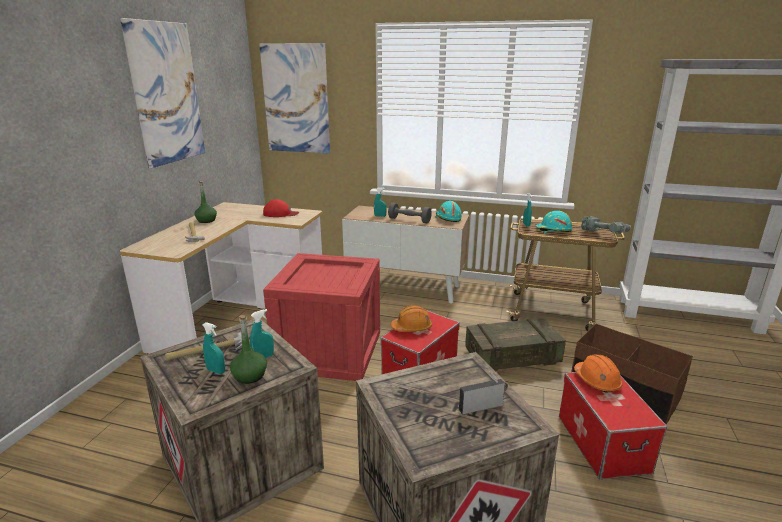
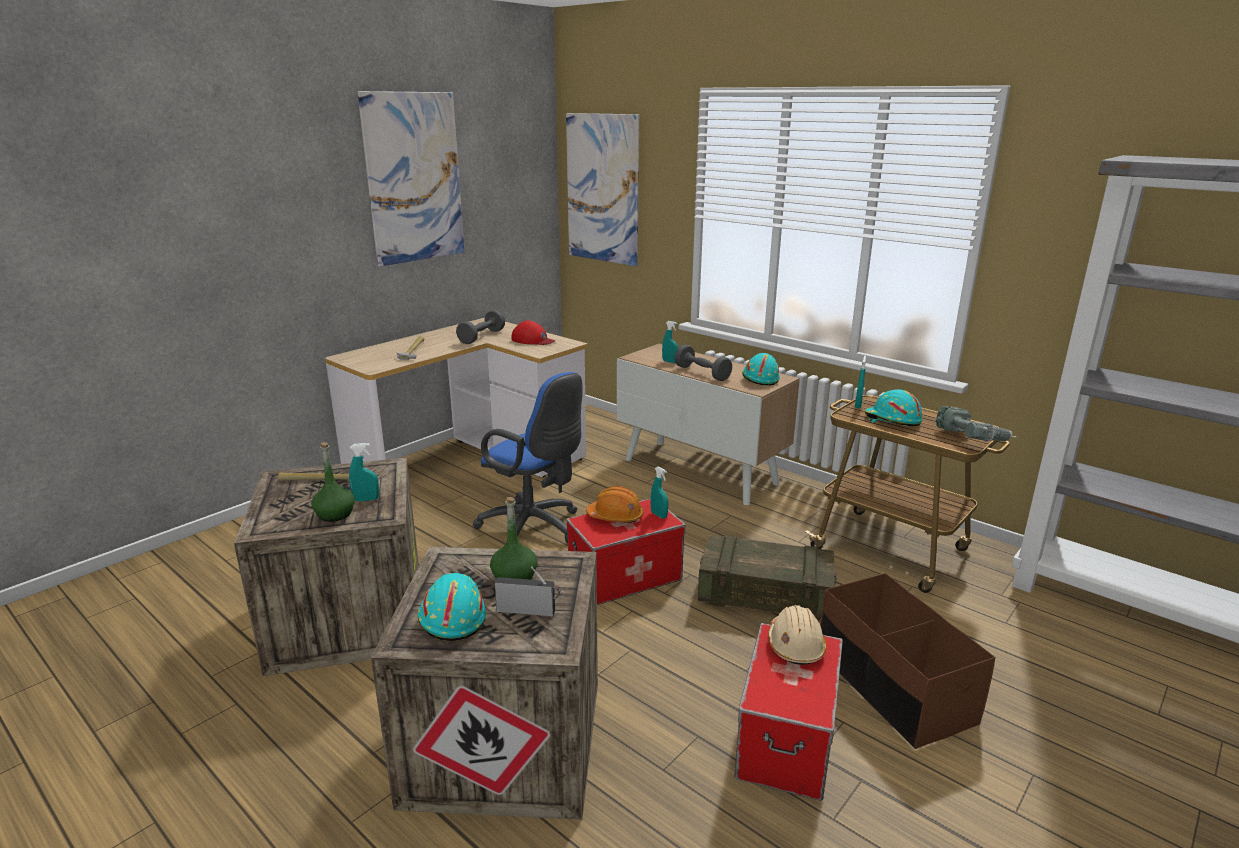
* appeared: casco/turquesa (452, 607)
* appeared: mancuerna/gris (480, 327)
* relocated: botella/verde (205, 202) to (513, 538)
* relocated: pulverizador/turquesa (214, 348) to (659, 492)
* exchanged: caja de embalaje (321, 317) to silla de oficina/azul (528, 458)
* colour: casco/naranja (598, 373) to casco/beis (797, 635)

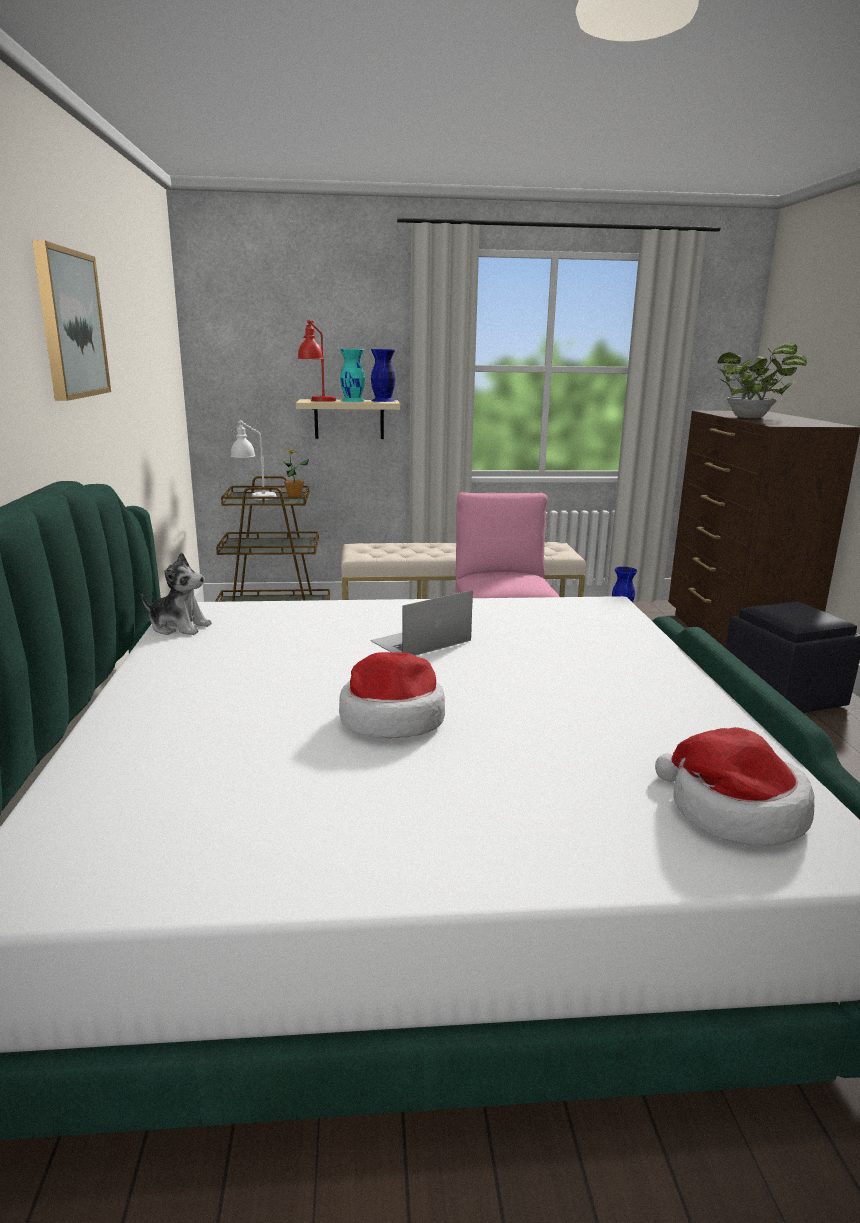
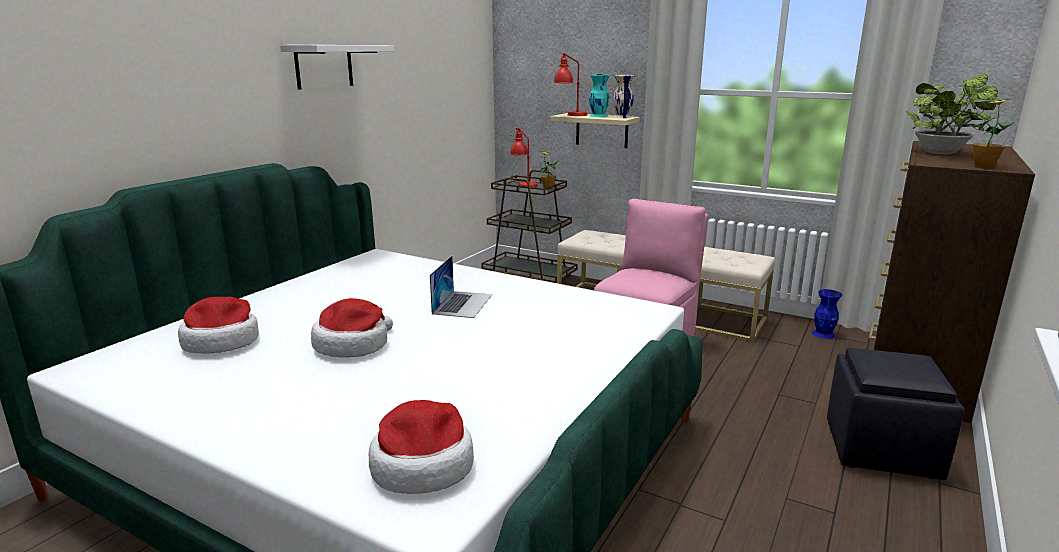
* missing: peluche (177, 593)
* appeared: sombrero (218, 325)
* appeared: planta en maceta (992, 134)
* exchanged: cuadro (71, 320) to estante/blanco (337, 67)
* colour: lámpara de mesa/blanco (253, 460) to lámpara de mesa/rojo (524, 157)
* colour: florero/azul (383, 375) to florero/beis (623, 96)
* spun: portátil (421, 623) = (461, 287) 105 degrees clockwise

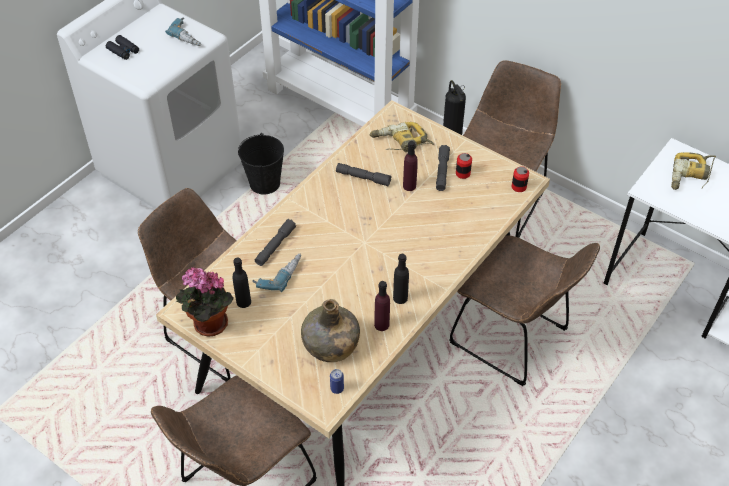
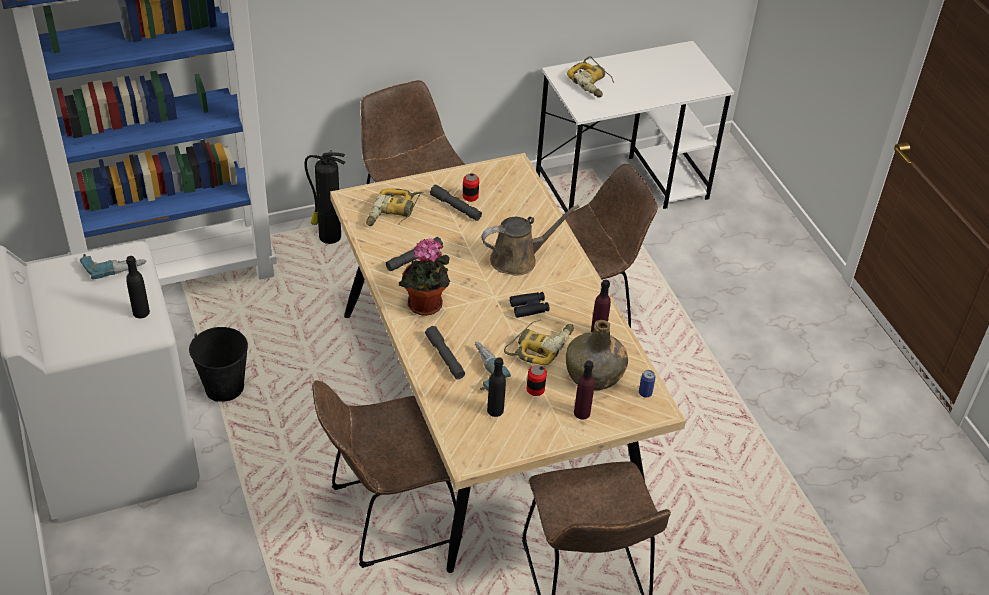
* appeared: regadera/marrón (530, 240)
* appeared: taladro (539, 342)
* relocated: prismáticos/negro (122, 47) to (530, 305)
* relocated: planta en maceta (205, 302) to (424, 277)
* relocated: botella/negro (401, 279) to (138, 287)
* relocated: botella/morado (410, 166) to (584, 390)
* relocated: lata (520, 179) to (537, 380)

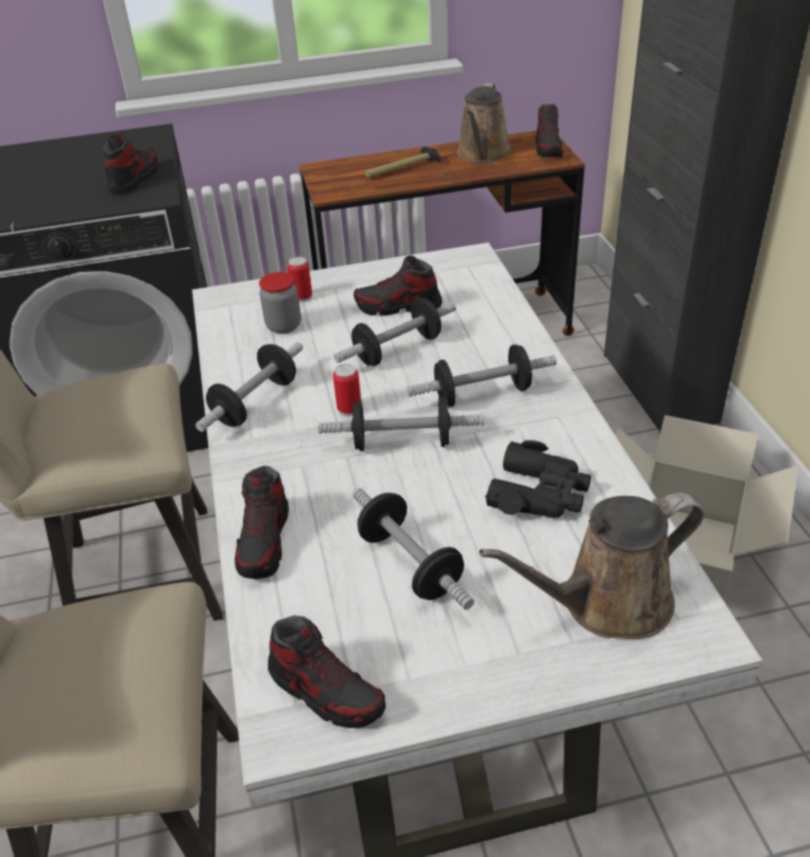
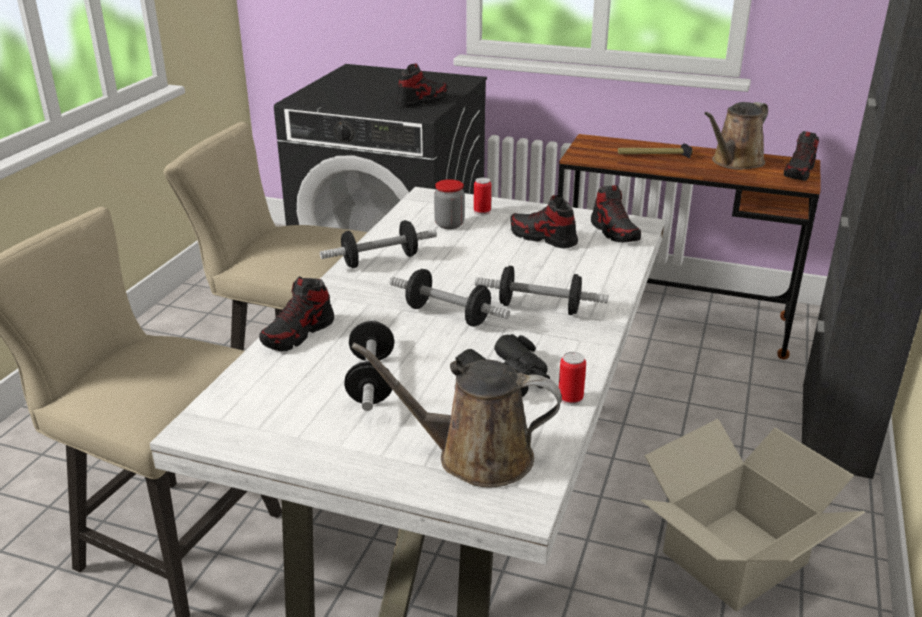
* missing: mancuerna (395, 332)
* relocated: zapato (327, 671) to (616, 213)
* relocated: lata (347, 390) to (572, 379)

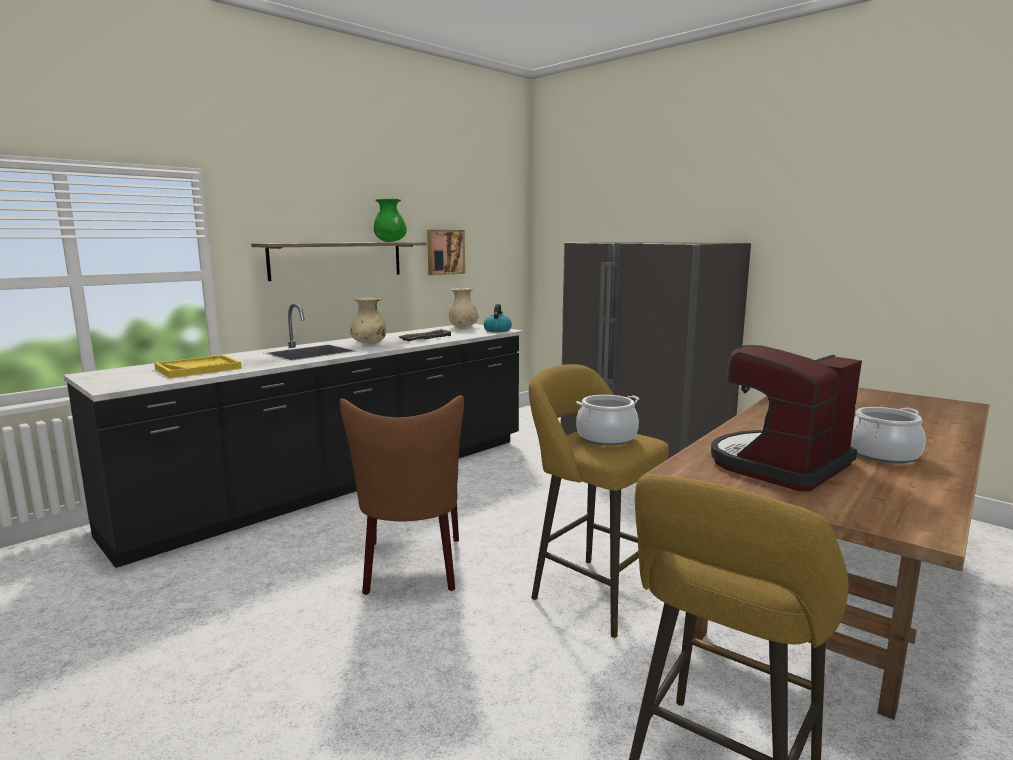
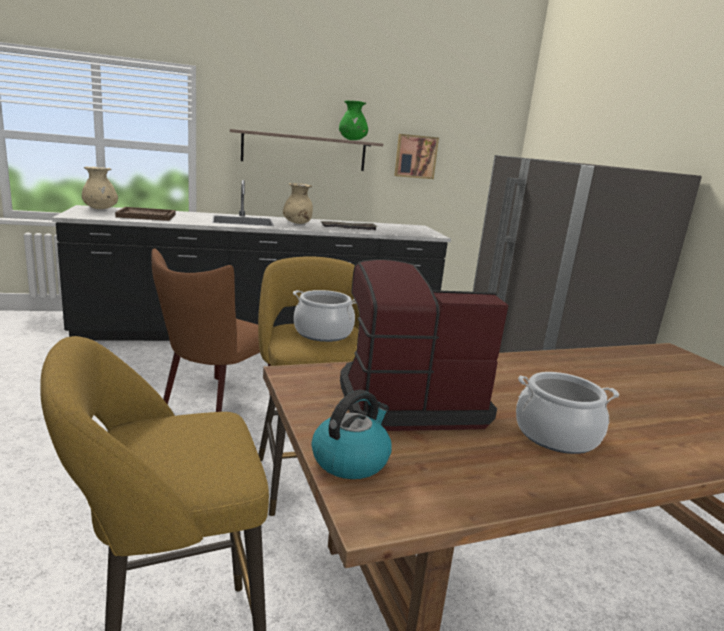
* relocated: florero/beis (464, 308) to (100, 187)
* relocated: hervidor (498, 318) to (351, 434)
* colour: bandeja/amarillo (198, 366) to bandeja/marrón (145, 214)

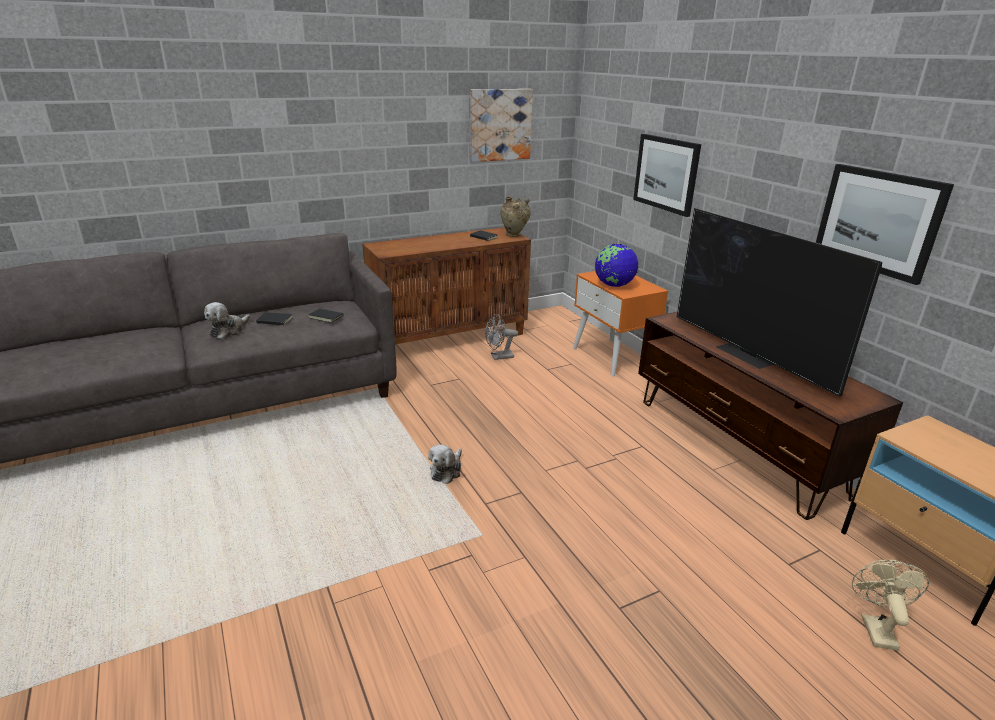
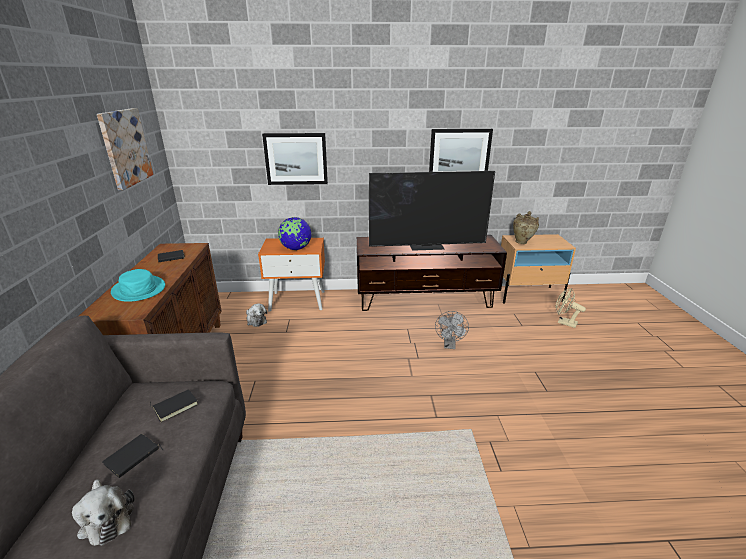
* appeared: sombrero/turquesa (138, 285)
* relocated: peluche (445, 464) to (256, 315)
* relocated: ventilador/gris (501, 337) to (452, 330)
* relocated: florero/beis (516, 216) to (526, 227)

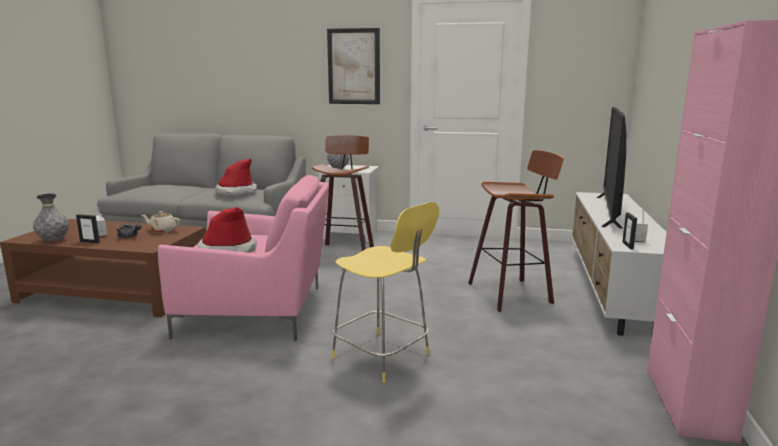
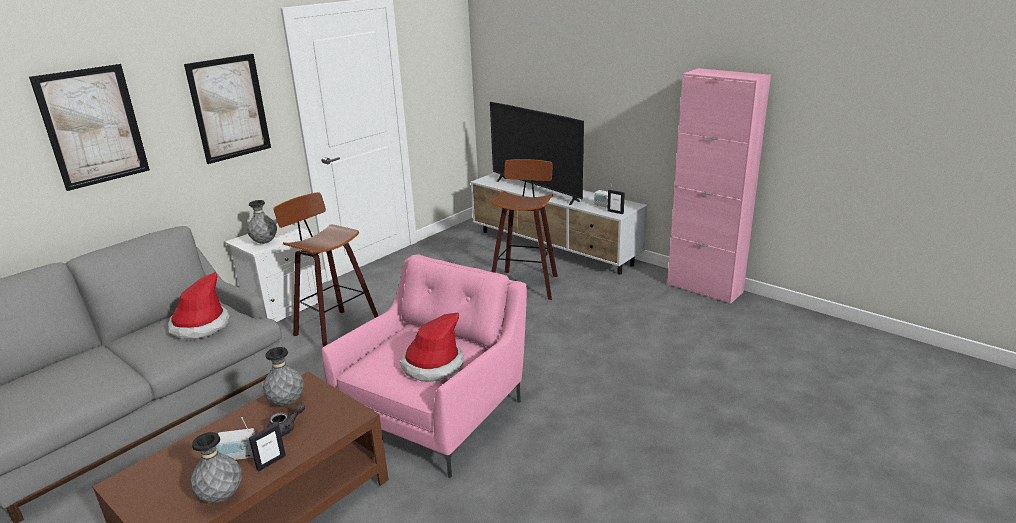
* missing: taburete/amarillo (385, 292)
* appeared: cuadro (89, 127)
* exchanged: tetera/beis (161, 222) to florero/gris (283, 376)

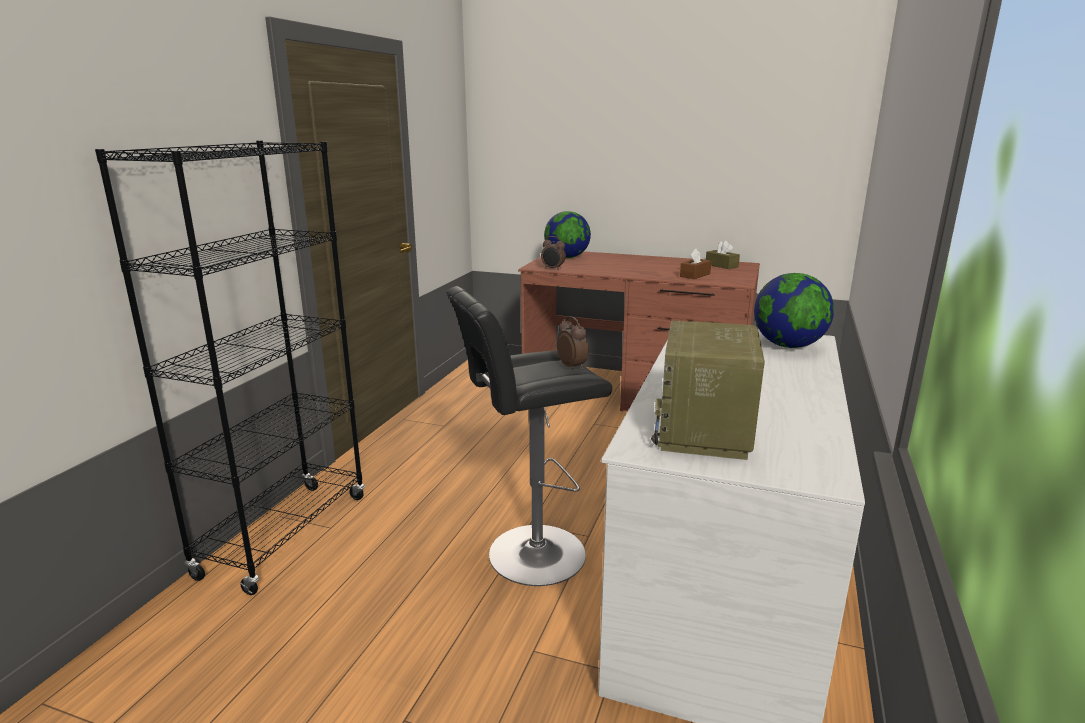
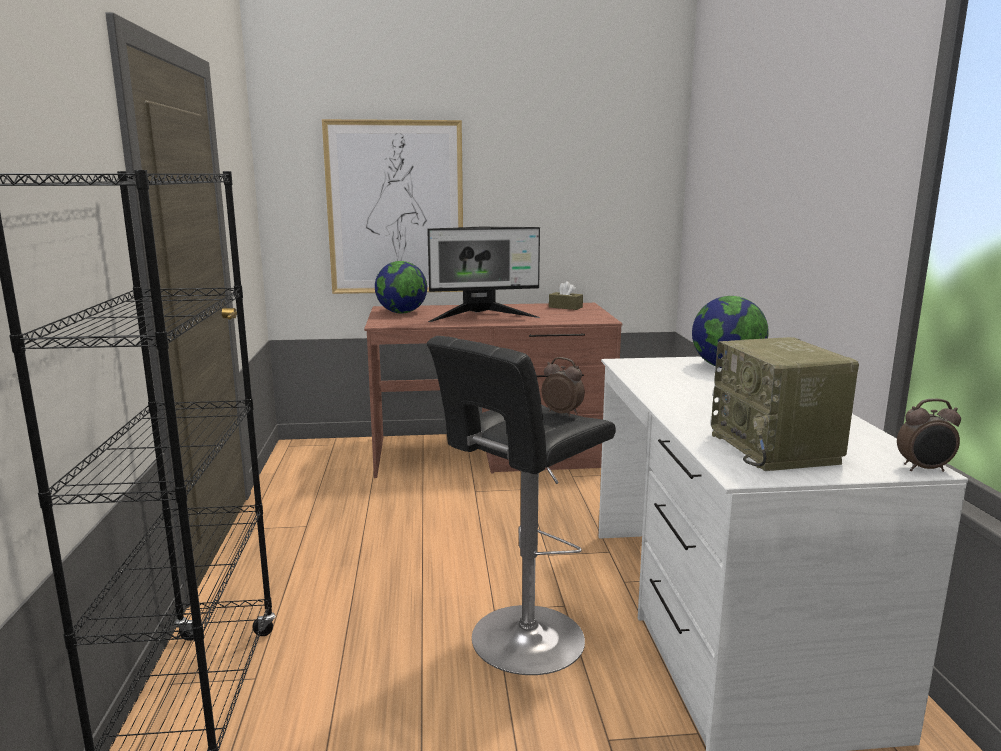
* missing: caja de pañuelos/marrón (695, 263)
* appeared: cuadro (392, 206)
* appeared: monitor (483, 274)
* relocated: despertador (553, 253) to (929, 435)

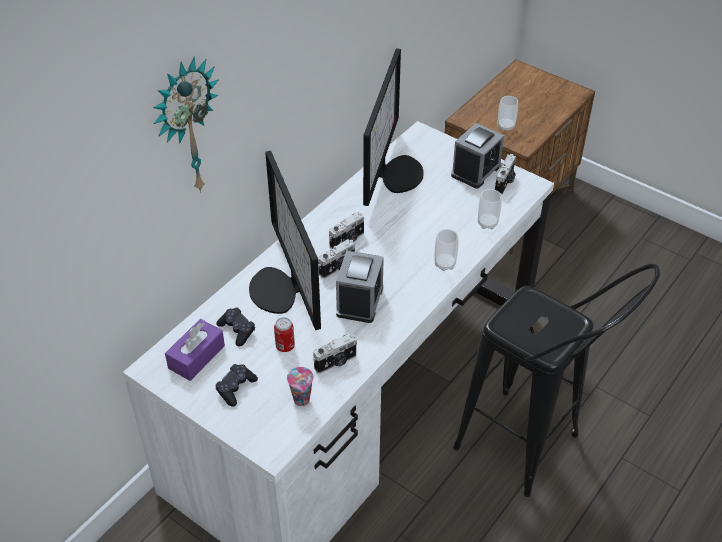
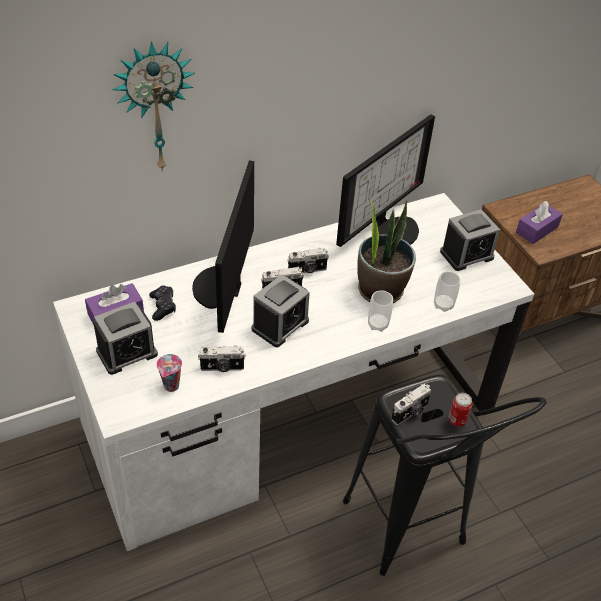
* appeared: planta en maceta (386, 251)
* relocated: lata (284, 334) to (461, 410)
* relocated: cámara (505, 174) to (411, 404)
* exchanged: mando de consola/negro (236, 385) to despertador (125, 338)
* exchanged: taza (508, 114) to caja de pañuelos/morado (539, 222)

